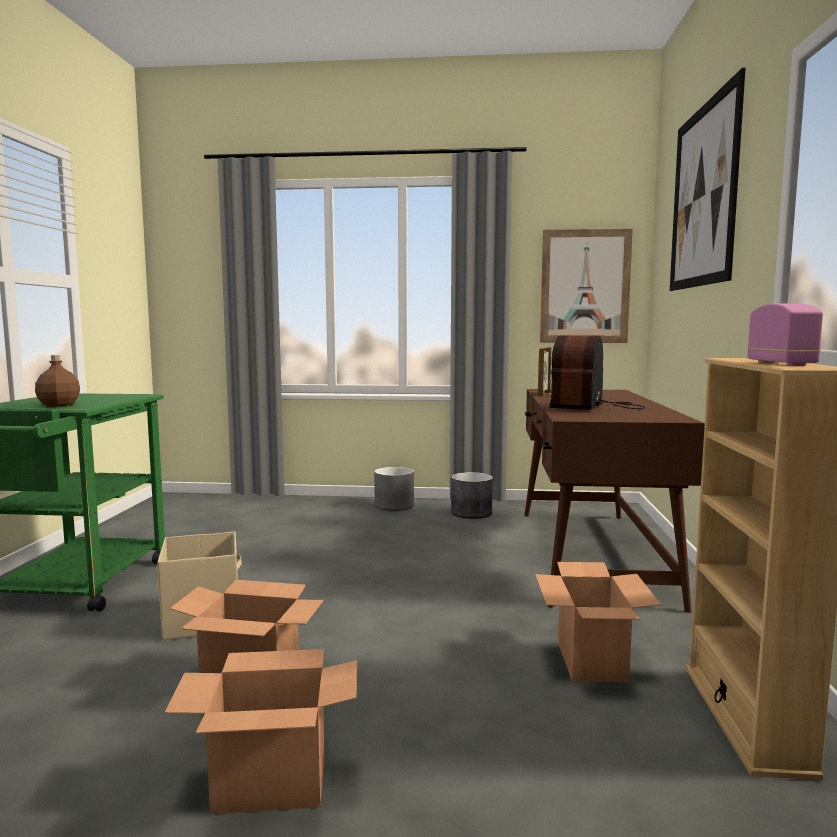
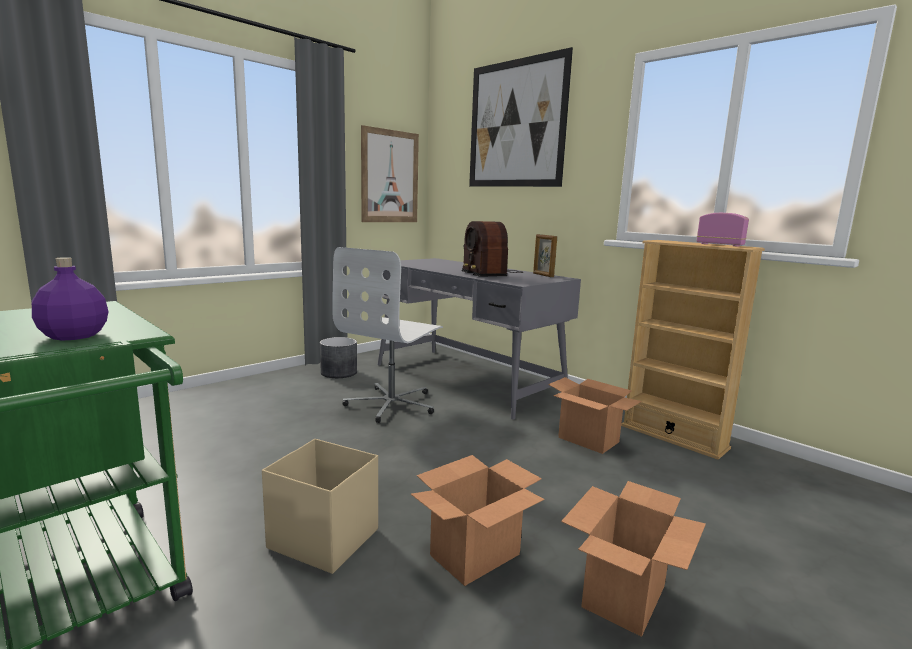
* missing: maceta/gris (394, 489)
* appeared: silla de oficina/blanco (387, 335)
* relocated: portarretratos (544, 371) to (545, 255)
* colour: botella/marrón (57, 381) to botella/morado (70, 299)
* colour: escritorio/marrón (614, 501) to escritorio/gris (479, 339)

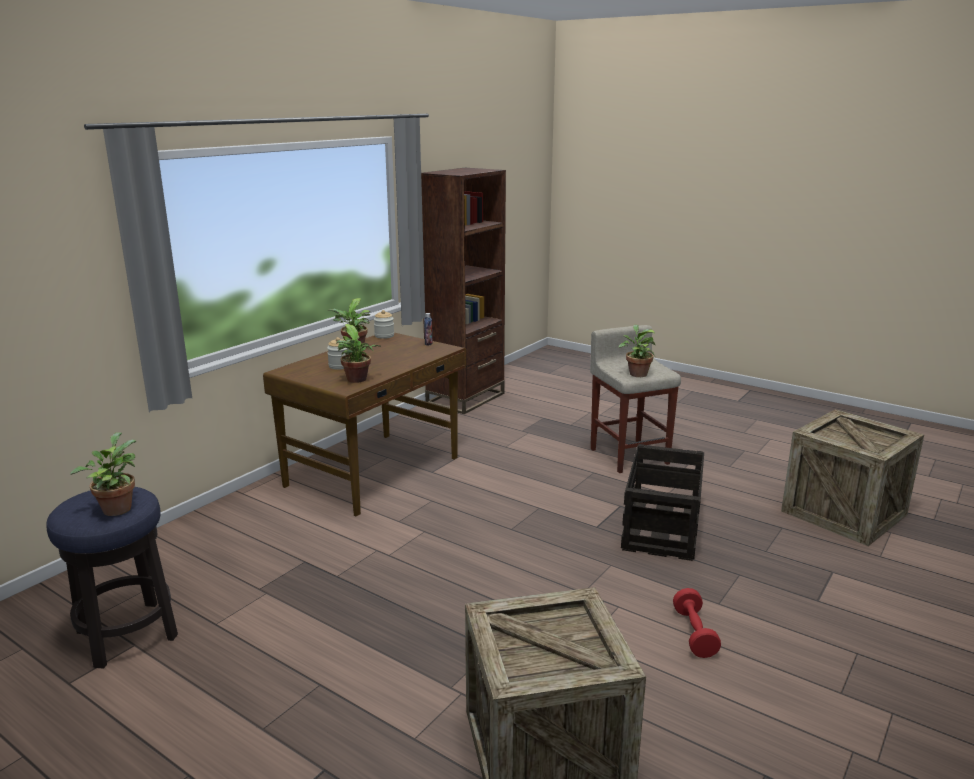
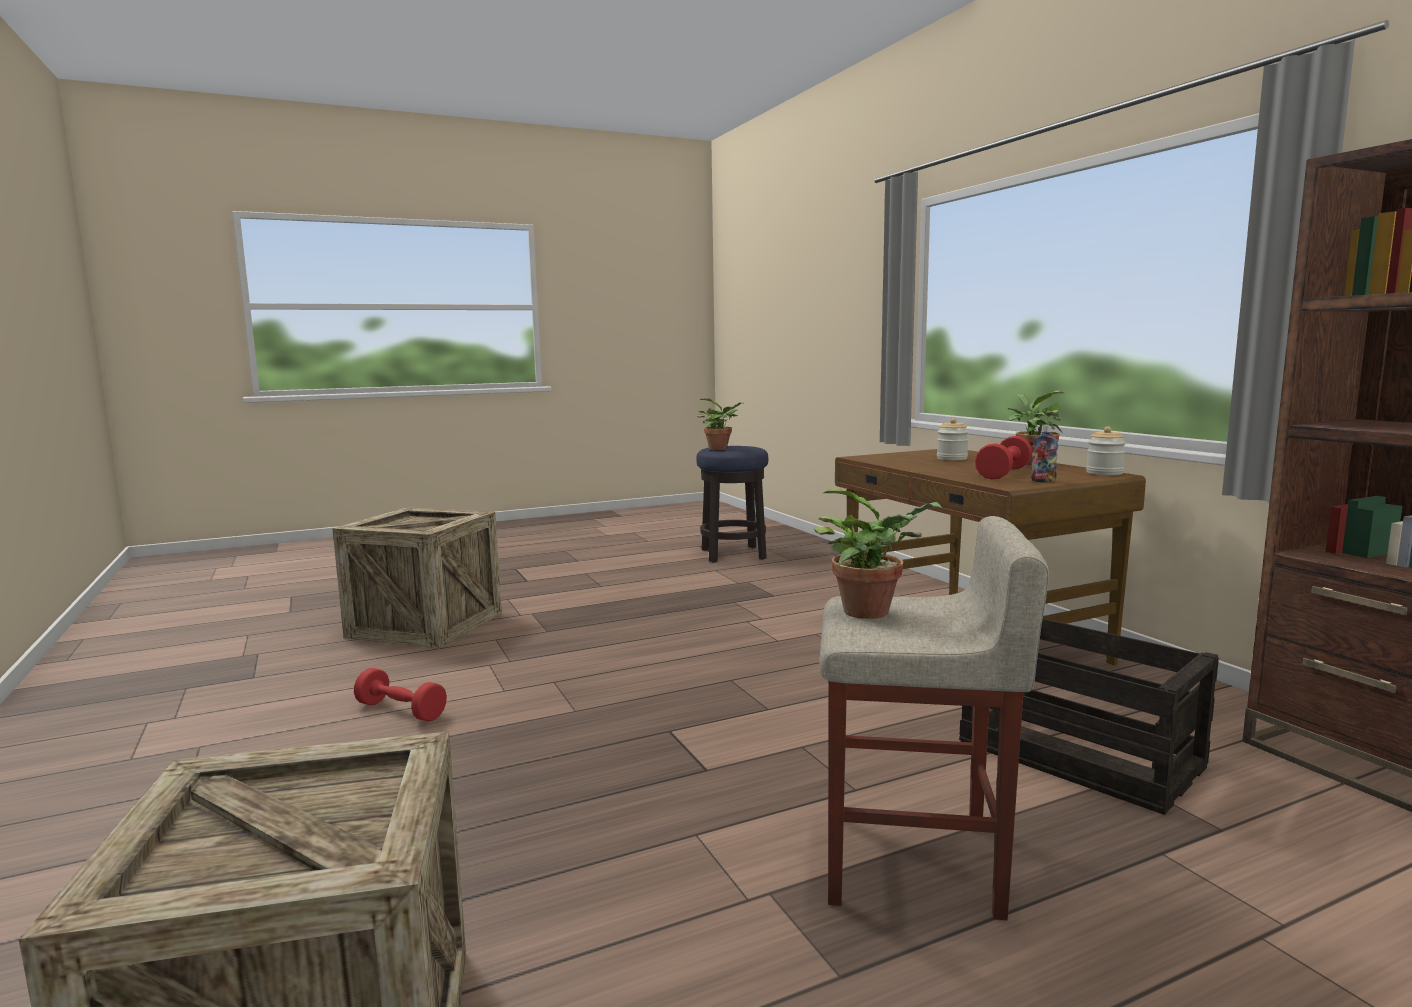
* missing: planta en maceta (358, 353)
* appeared: mancuerna/rojo (1004, 458)
* relocated: caja de embalaje (662, 502) to (1089, 717)

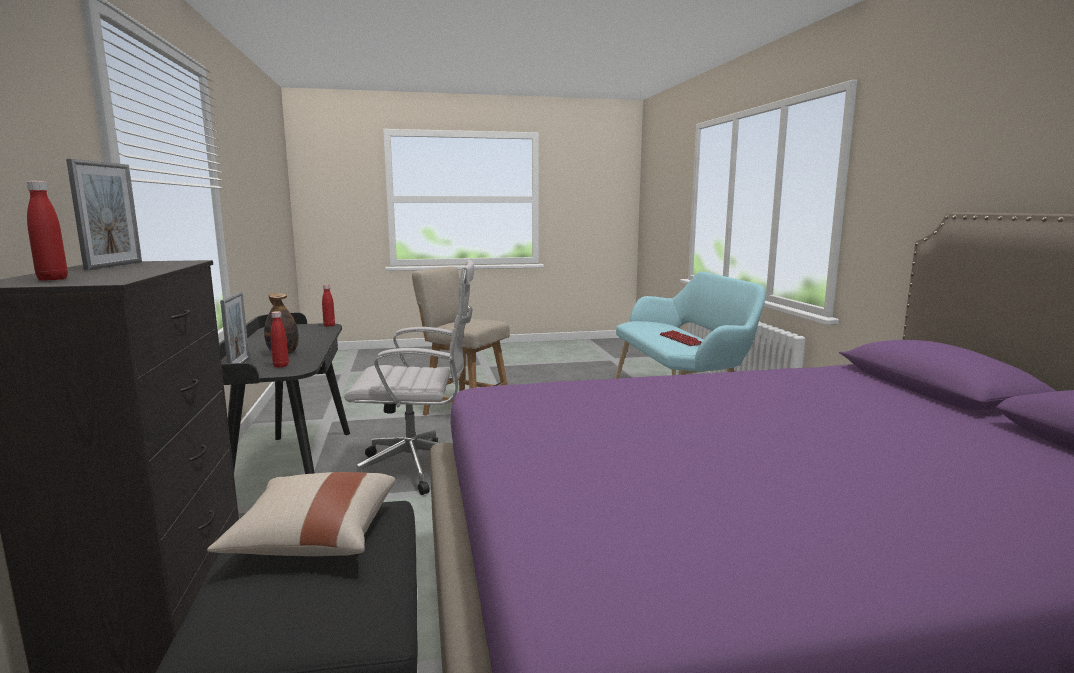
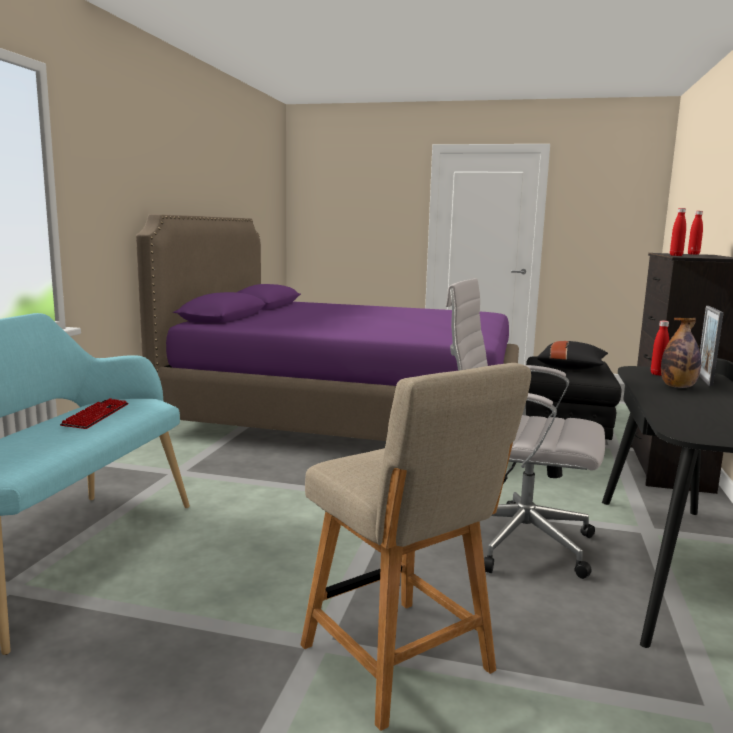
* missing: portarretratos (104, 214)
* relocated: botella/rojo (328, 306) to (678, 232)
* colour: cojín/beis (301, 514) to cojín/negro (572, 355)

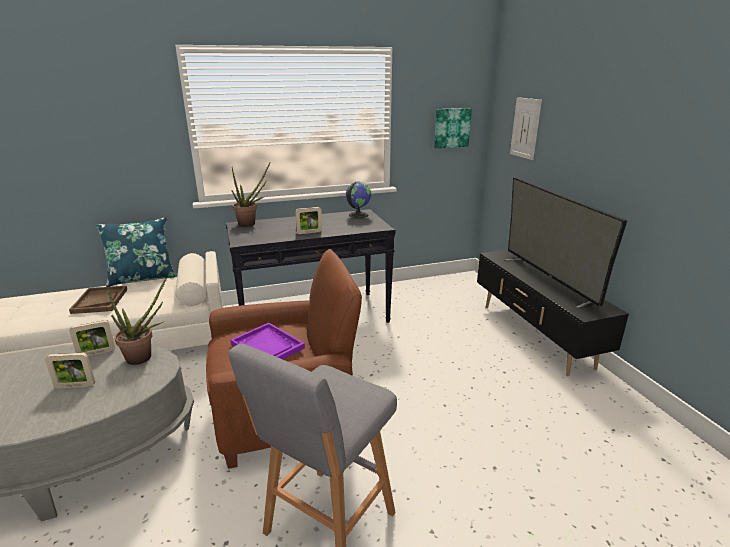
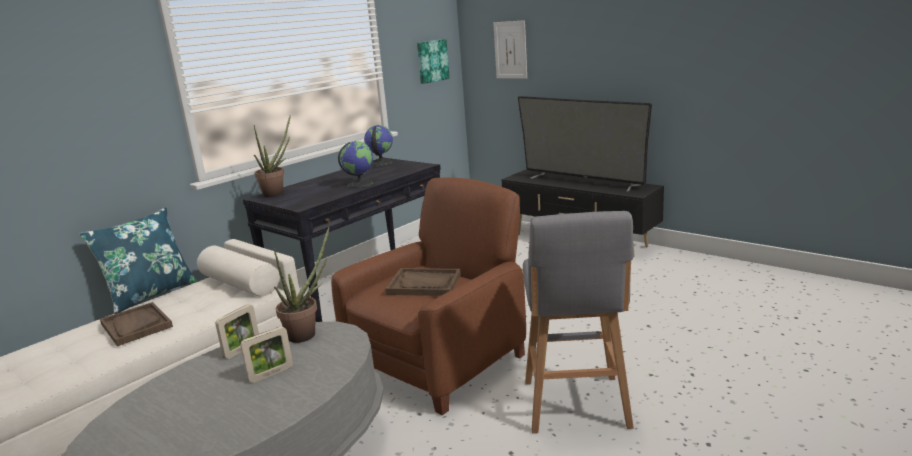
* exchanged: portarretratos (308, 220) to globo terráqueo (355, 164)
* colour: bandeja/morado (267, 341) to bandeja/marrón (423, 282)

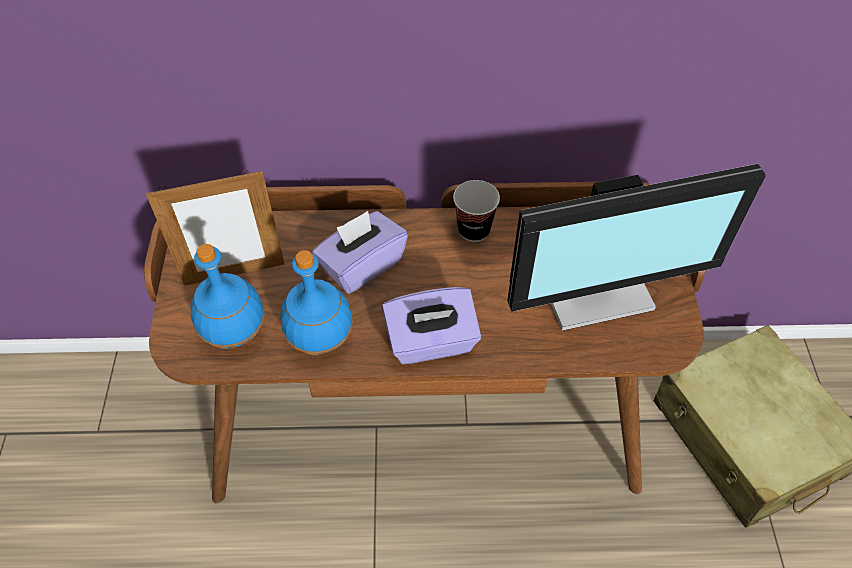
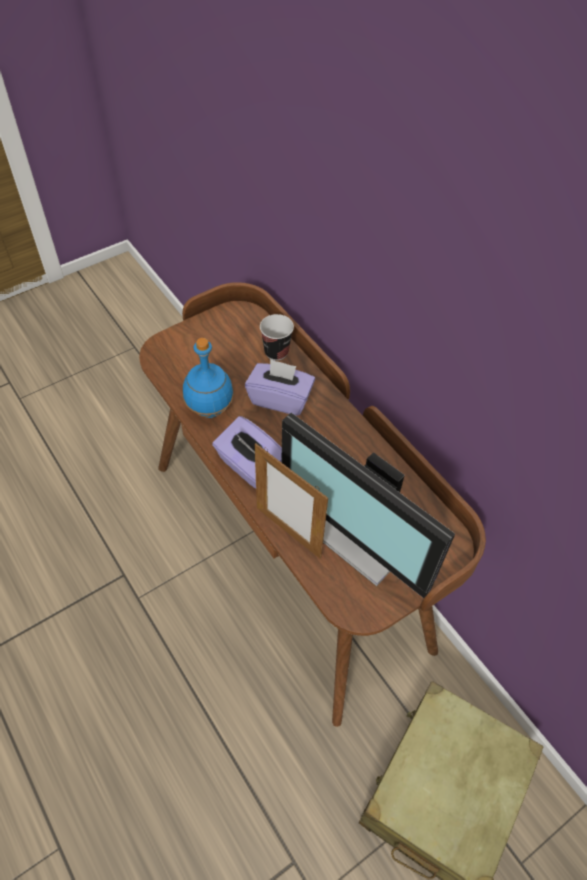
* missing: botella/azul (228, 296)
* relocated: portarretratos (215, 228) to (291, 501)
* relocated: taza (476, 211) to (277, 337)

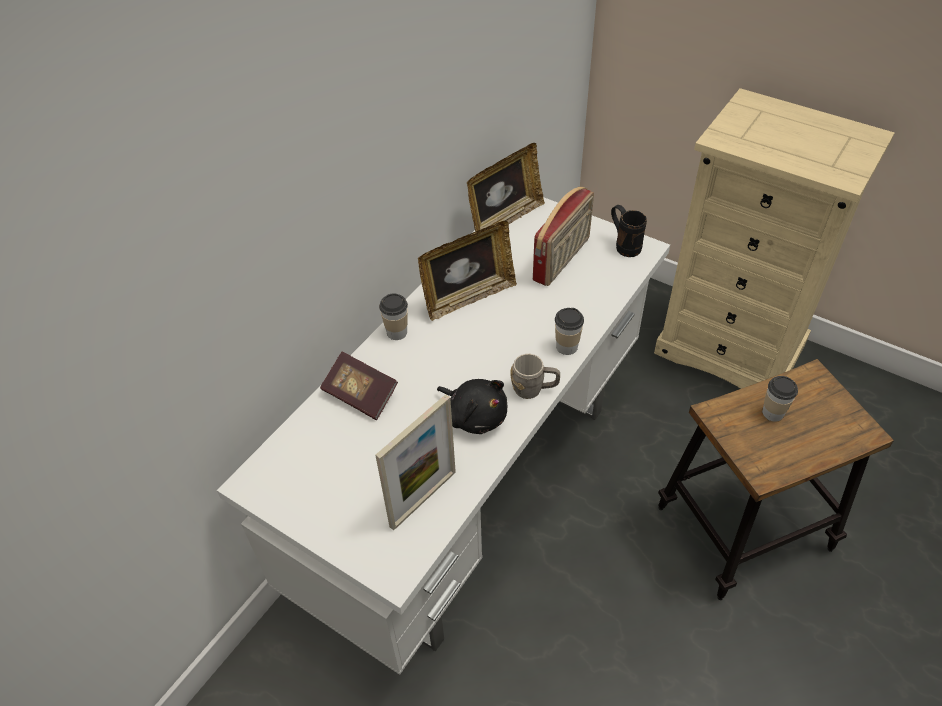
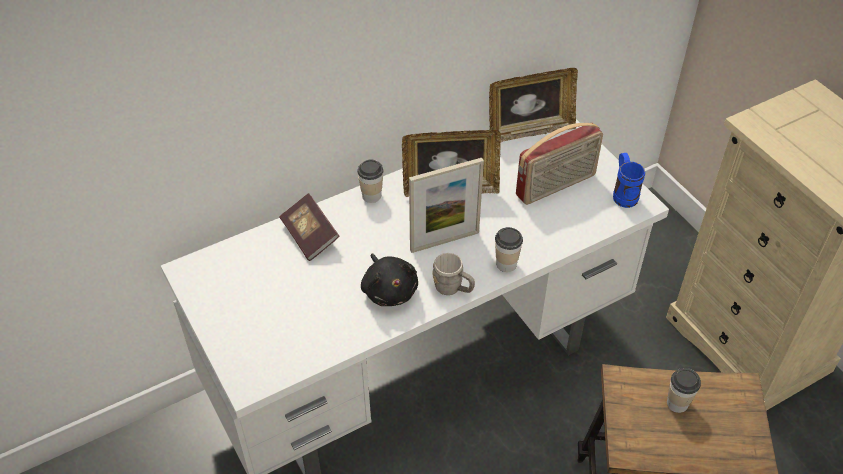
* relocated: portarretratos (415, 462) to (446, 205)
* colour: taza grande/negro (629, 231) to taza grande/azul (629, 180)

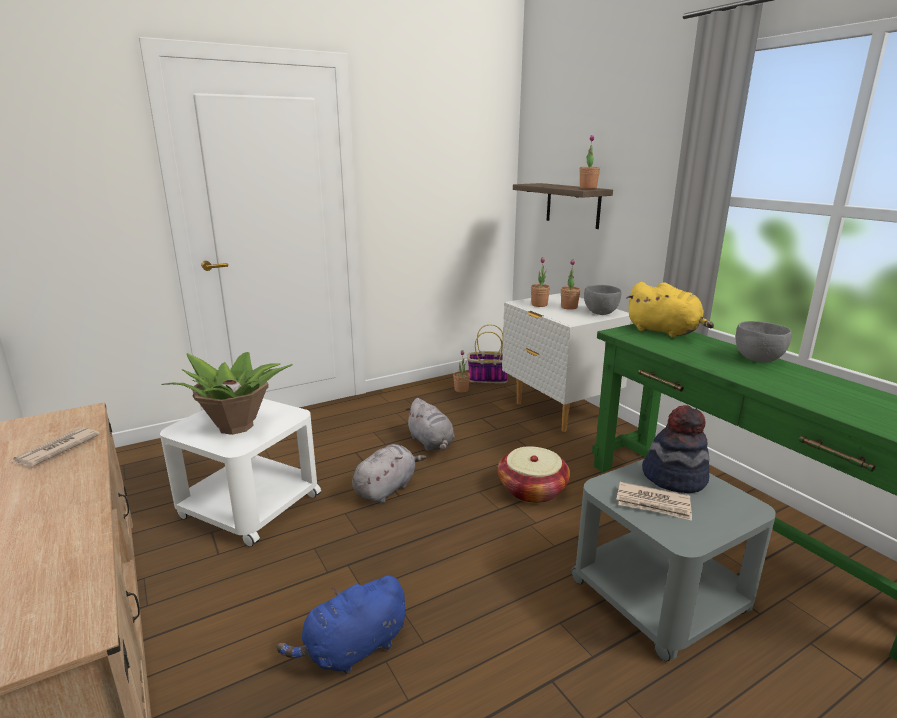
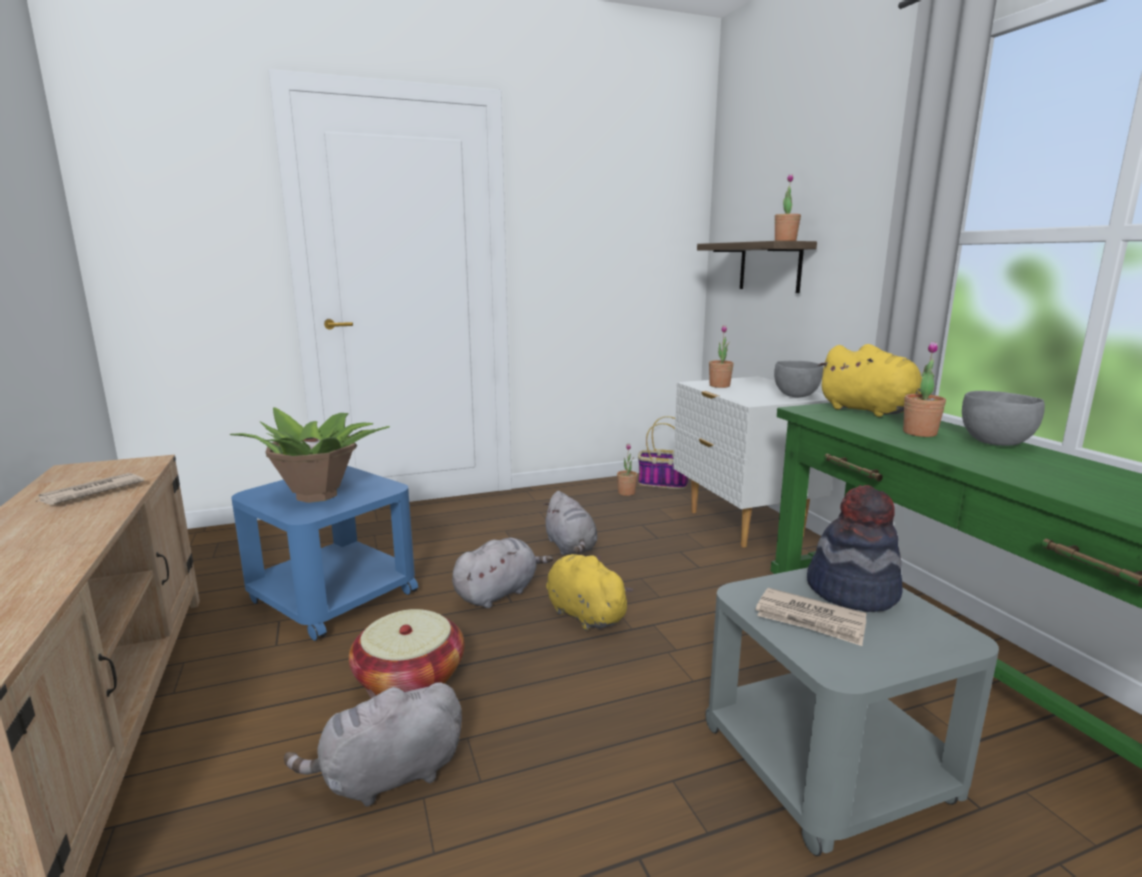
* appeared: peluche/amarillo (590, 592)
* relocated: cesta (534, 474) to (406, 652)
* relocated: planta en maceta (571, 284) to (924, 389)
* colour: mesa auxiliar/blanco (240, 473) to mesa auxiliar/azul (324, 553)
* colour: peluche/azul (340, 625) to peluche/gris (373, 744)

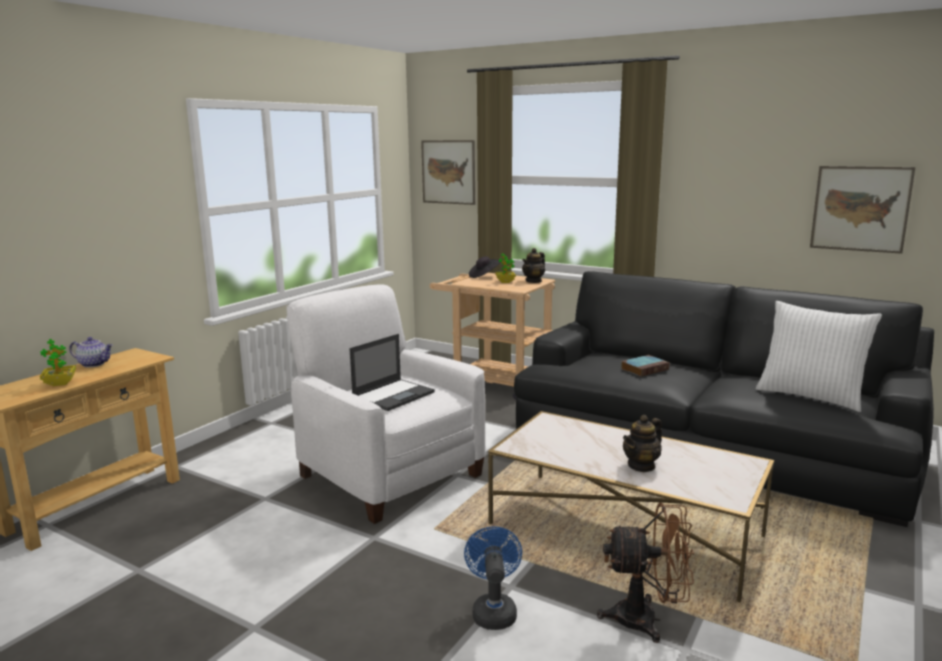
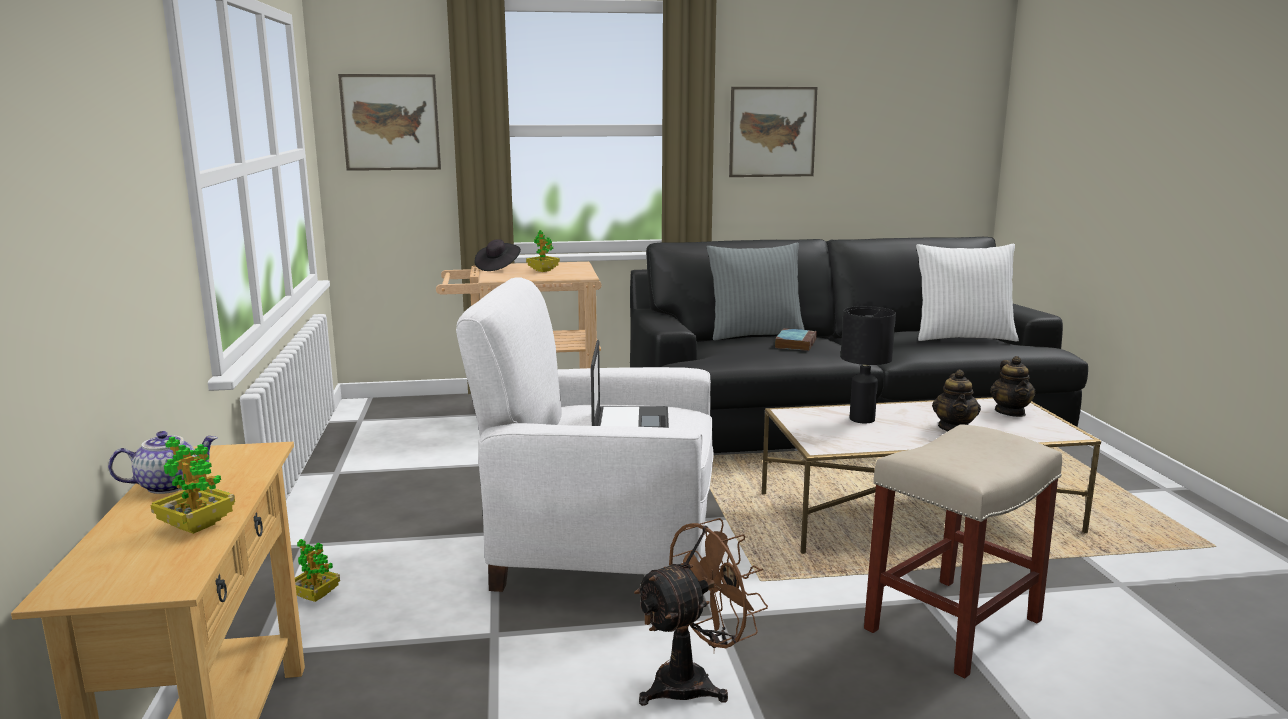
* appeared: planta en maceta (317, 570)
* appeared: cojín/gris (756, 291)
* appeared: lámpara de mesa/negro (868, 364)
* relocated: tetera (533, 265) to (1013, 386)
* relocated: ventilador/marrón (645, 572) to (701, 612)
* relocated: cuadro (862, 210) to (773, 132)
* exchanged: ventilador/azul (493, 578) to taburete/beis (963, 551)

